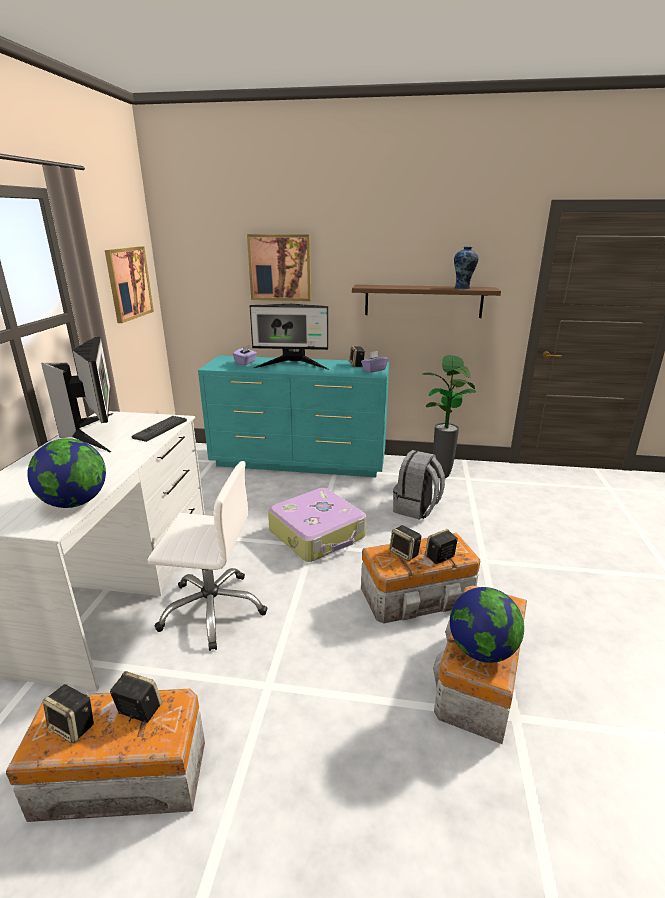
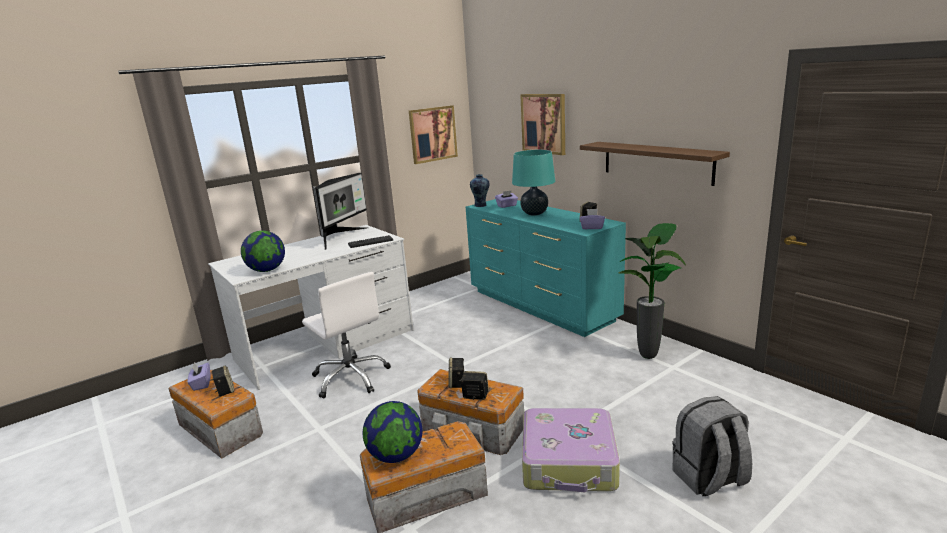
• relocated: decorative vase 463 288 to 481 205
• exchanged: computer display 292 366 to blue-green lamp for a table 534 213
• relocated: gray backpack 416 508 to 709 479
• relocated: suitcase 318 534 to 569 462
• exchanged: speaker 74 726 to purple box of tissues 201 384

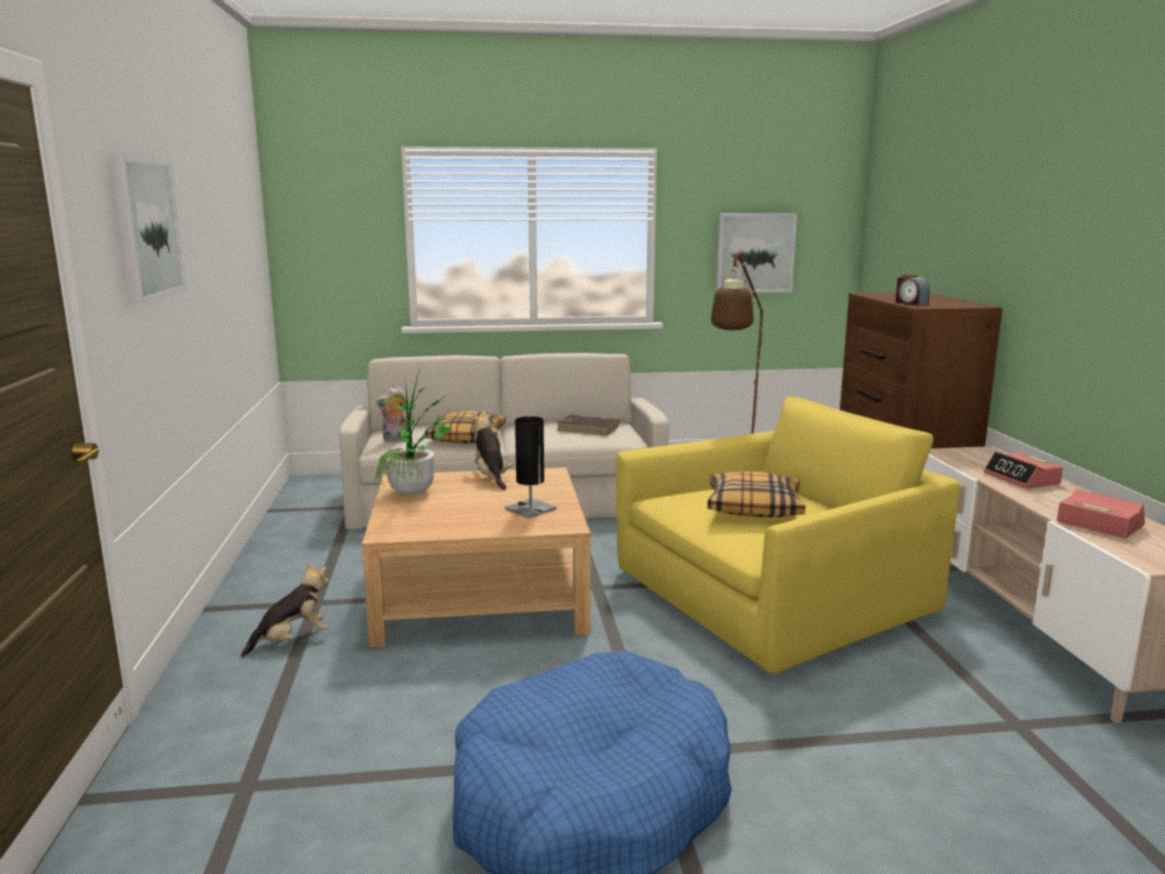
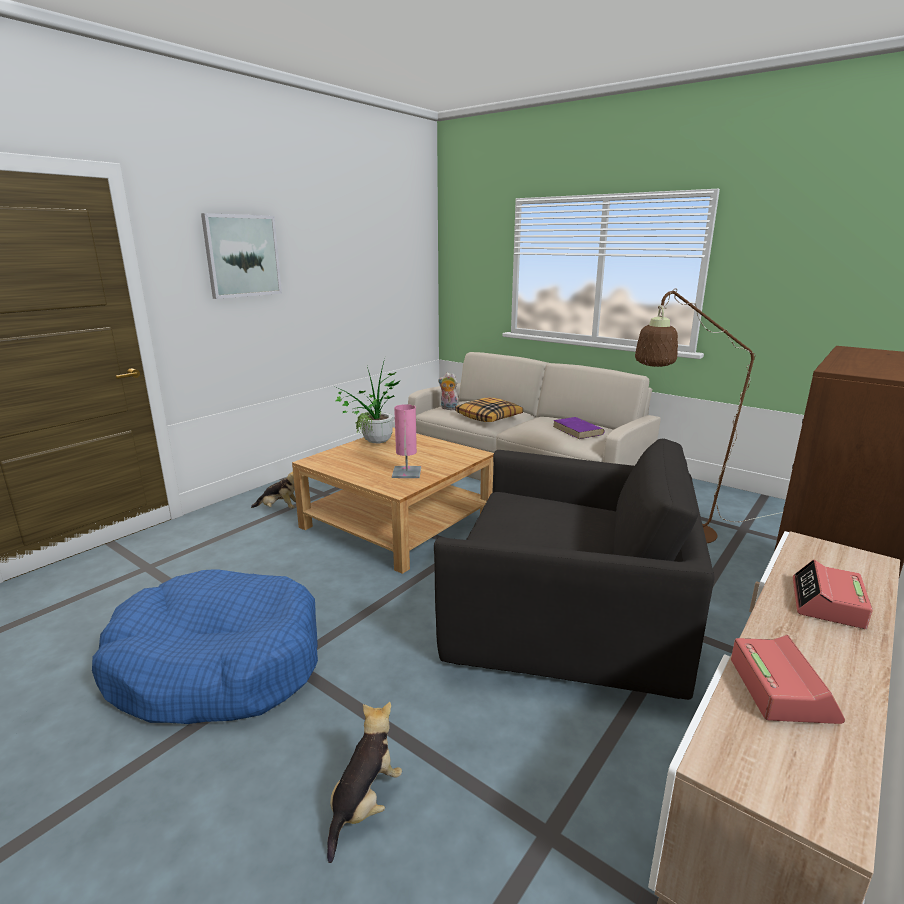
• missing: wall picture 755 252
• missing: table clock 910 303
• colour: yellowish lounge chair 774 595 to black lounge chair 568 610
• relocated: cuddly toy 491 477 to 364 803
• colour: brownish bound book 588 428 to purple bound book 578 430
• colour: black lamp for a table 530 509 to pink lamp for a table 406 472
• missing: pillow 754 507

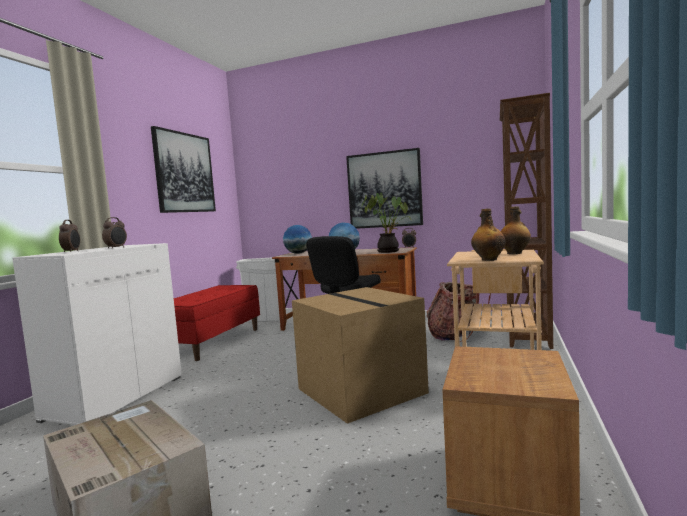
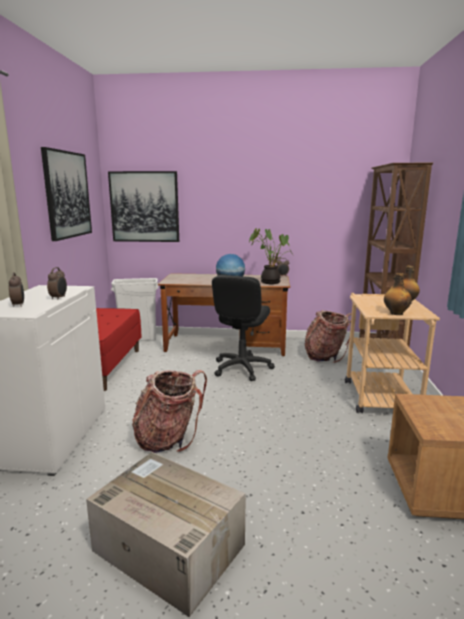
• relocated: wall picture 384 189 to 144 207
• missing: globe 298 253
• missing: carton 363 391
• appeared: backpack 169 438

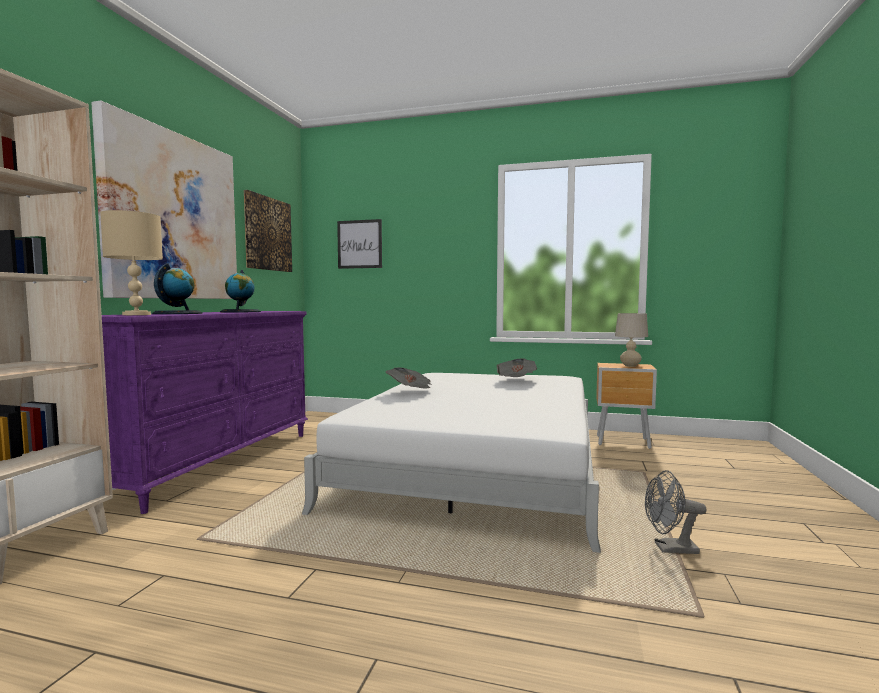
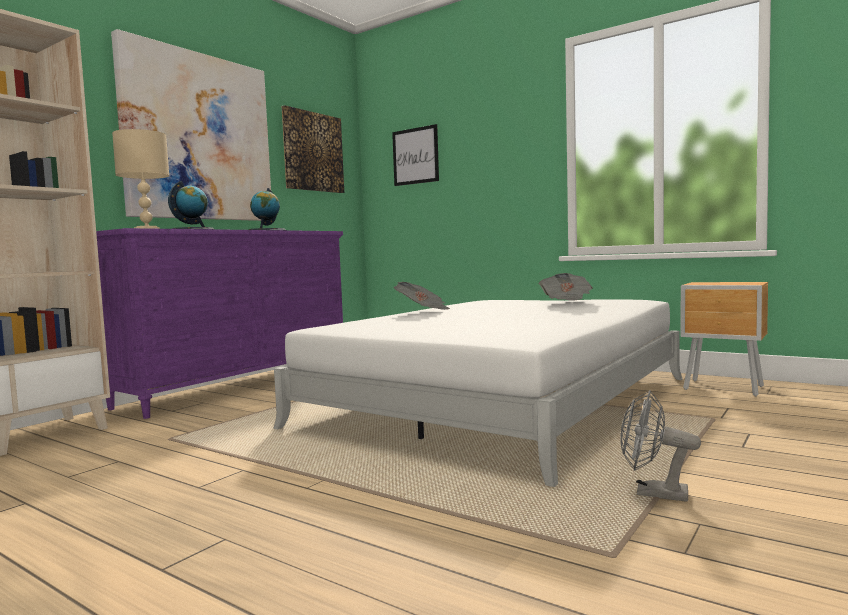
• missing: beige lamp for a table 630 366

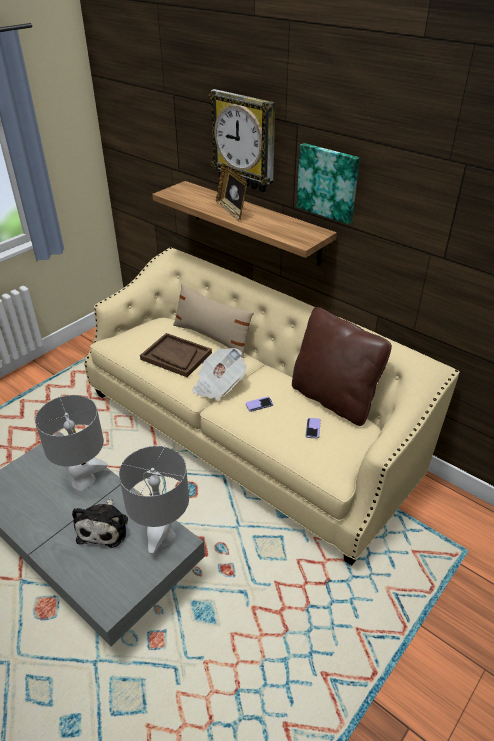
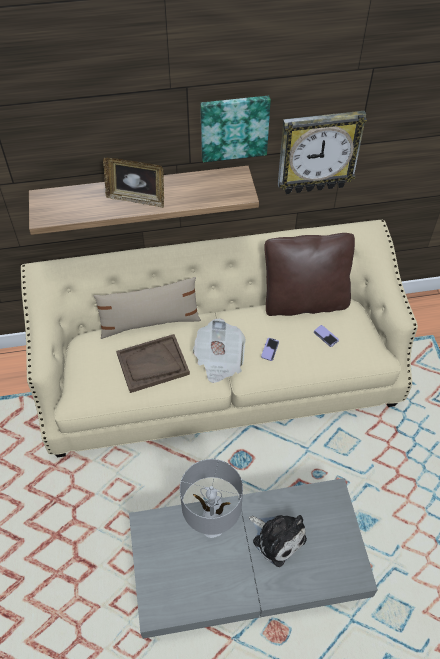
• relocated: hanging clock 244 141 to 318 152
• missing: gray lamp for a table 162 537

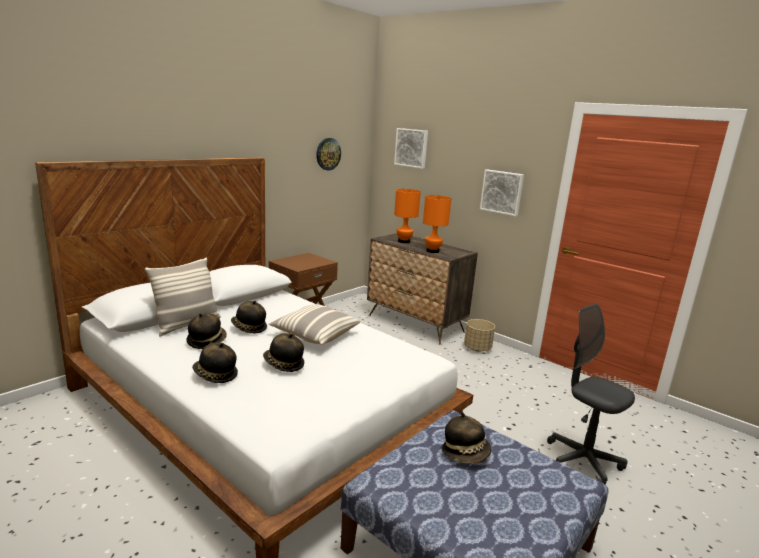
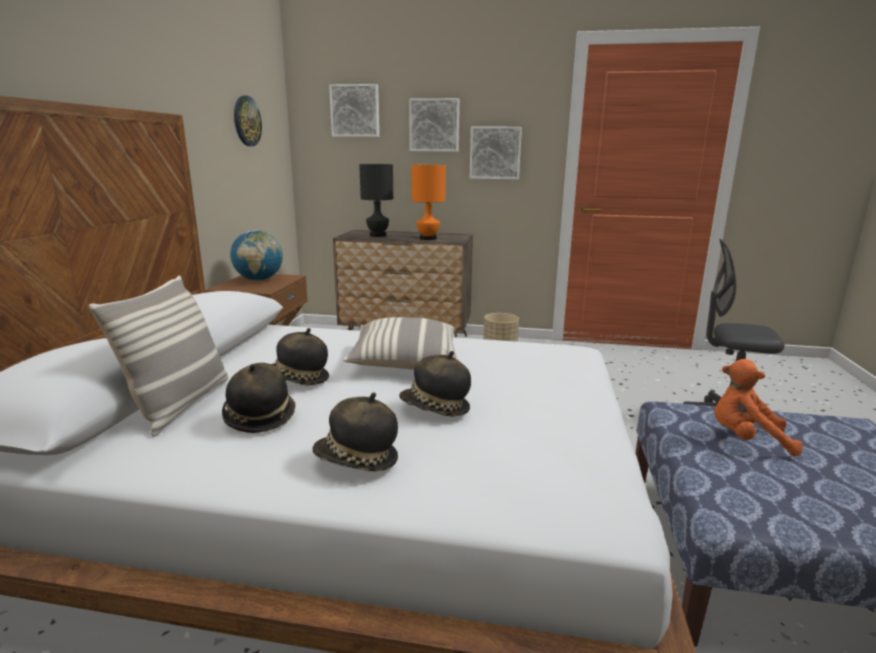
• colour: orangey lamp for a table 404 241 to black lamp for a table 378 235
• exchanged: wearable hat 465 453 to orangey cuddly toy 746 439
• appeared: wall picture 434 125
• appeared: globe 259 280

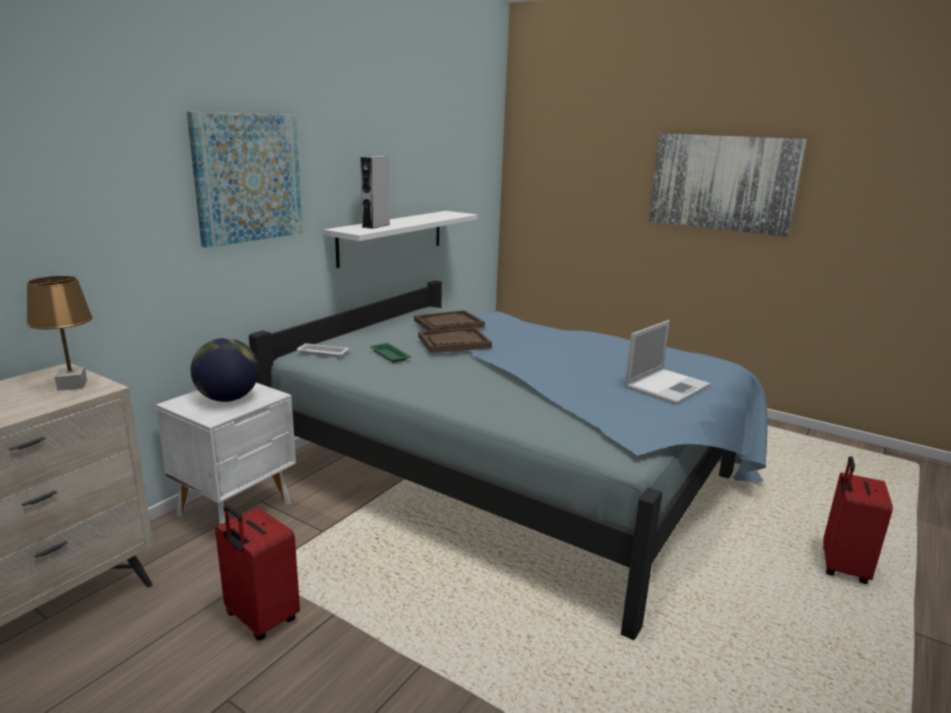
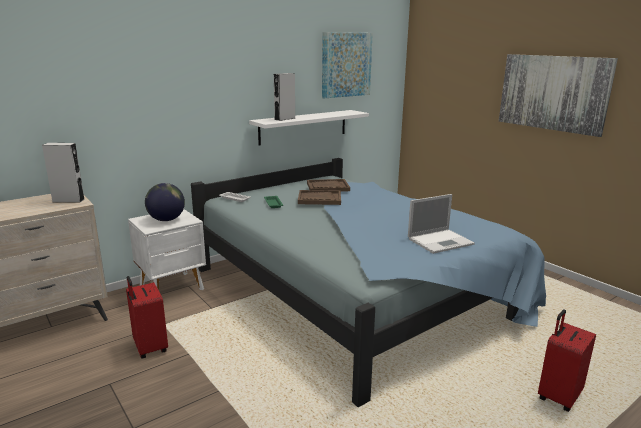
• relocated: wall picture 248 178 to 346 65
• exchanged: brownish lamp for a table 72 385 to gray speaker 68 200

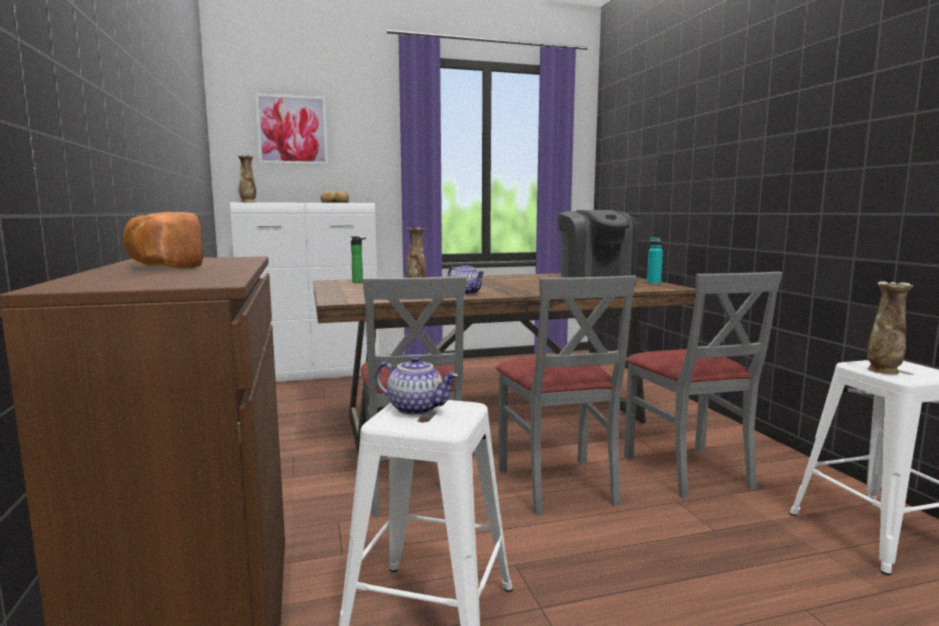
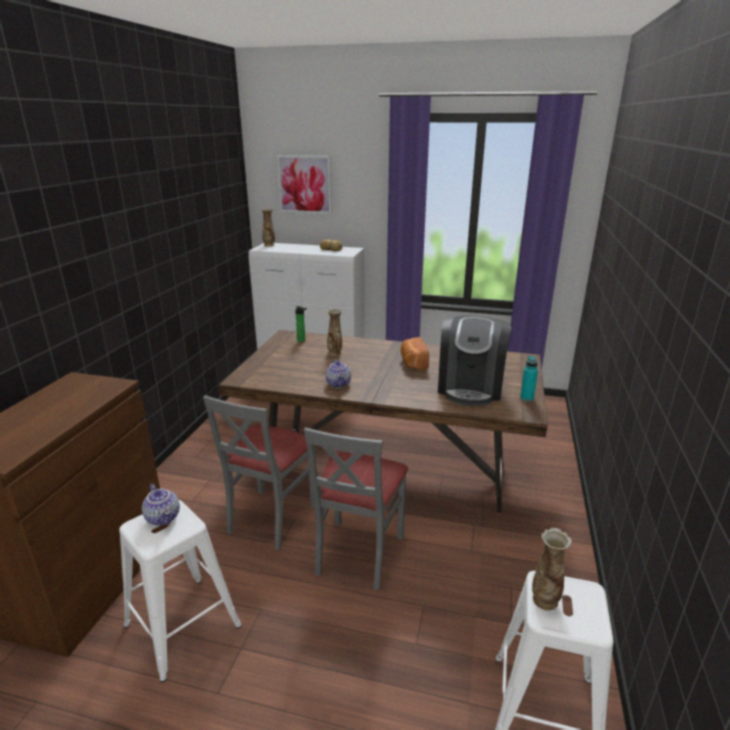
• relocated: baked bread 161 267 to 413 363
• missing: gray upright chair 688 471

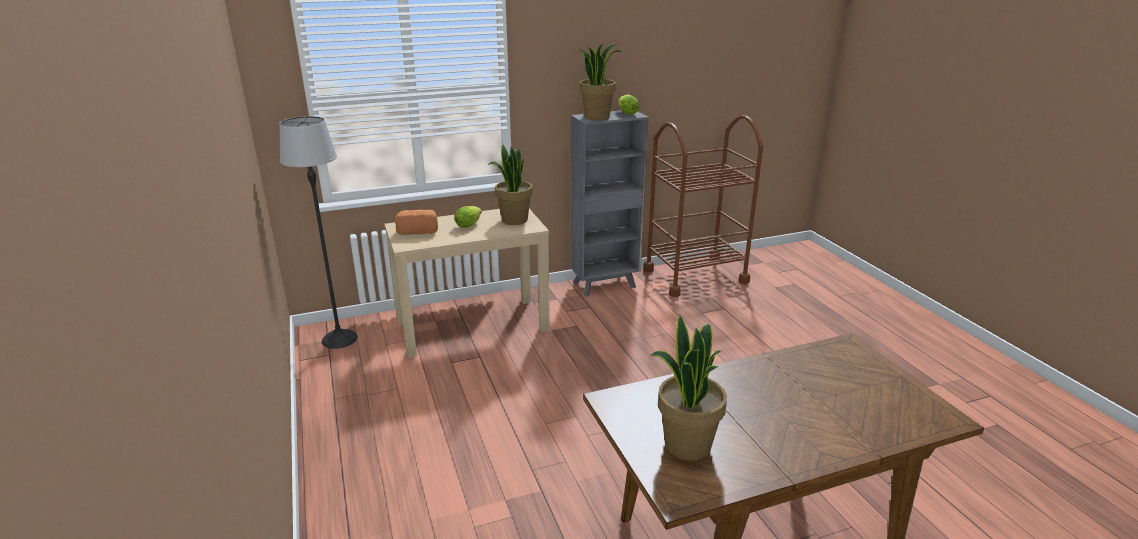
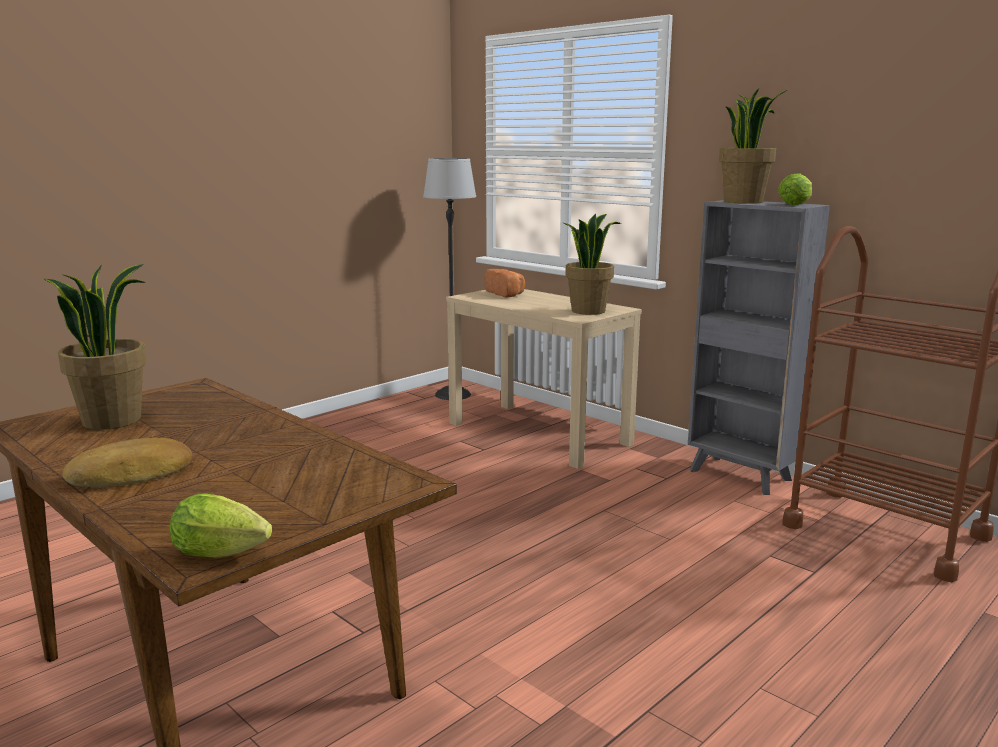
• relocated: lettuce head 469 224 to 225 554
• appeared: baked bread 132 474

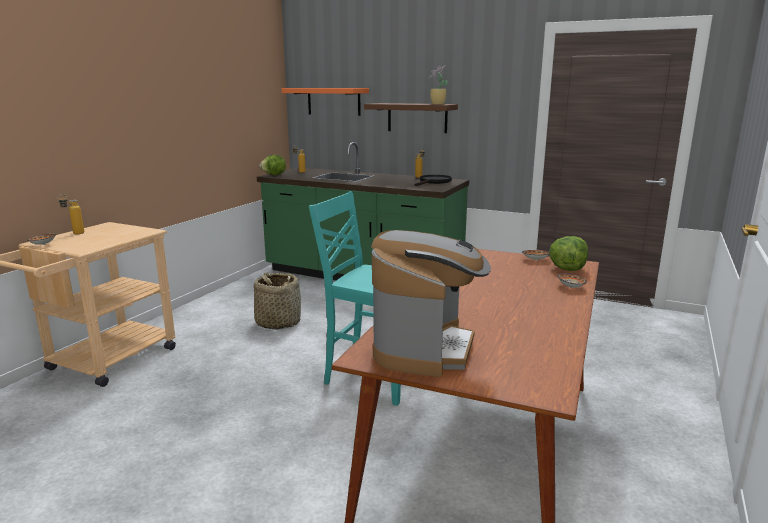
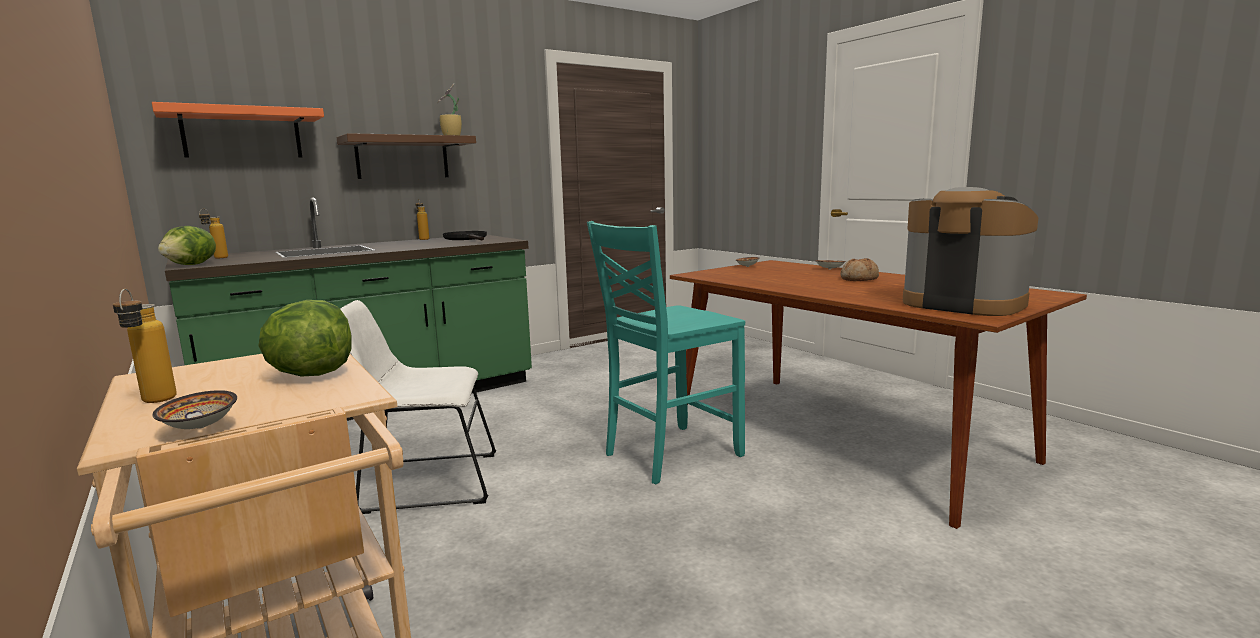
• relocated: lettuce head 567 269 to 311 374
• exchanged: storage basket 278 322 to whitish upright chair 424 482
• appeared: baked bread 859 279

